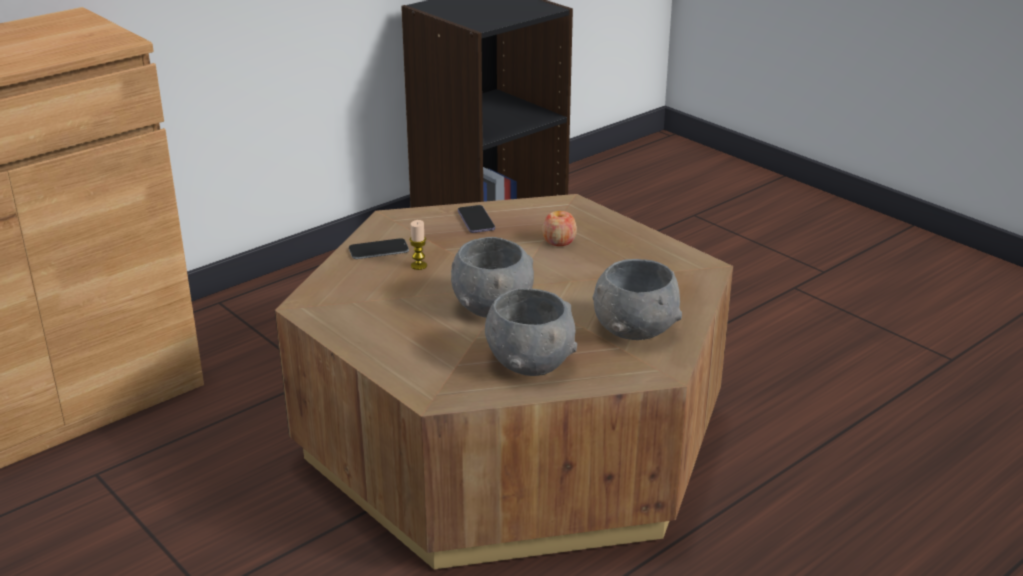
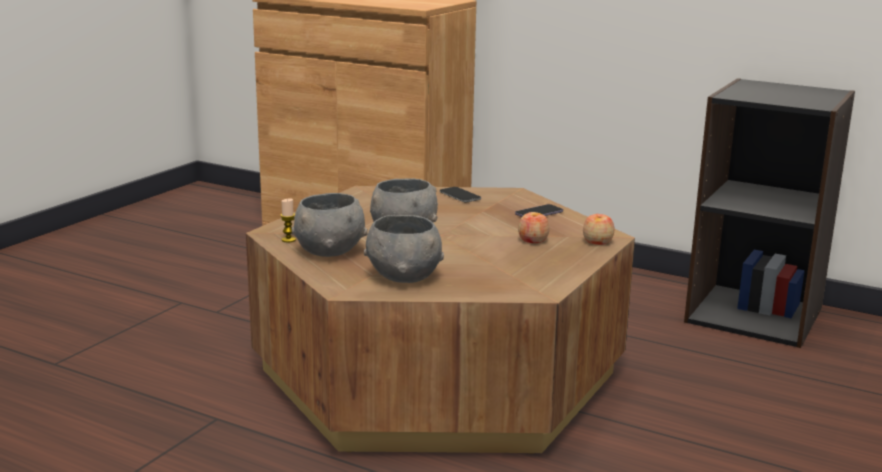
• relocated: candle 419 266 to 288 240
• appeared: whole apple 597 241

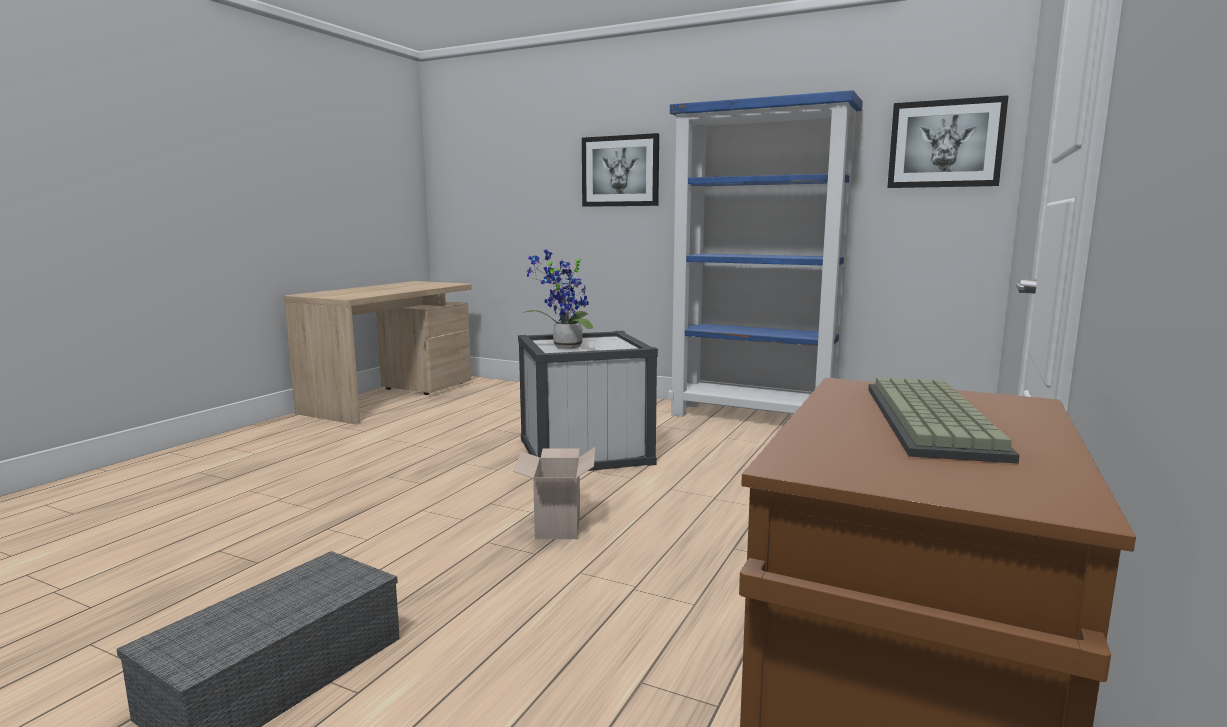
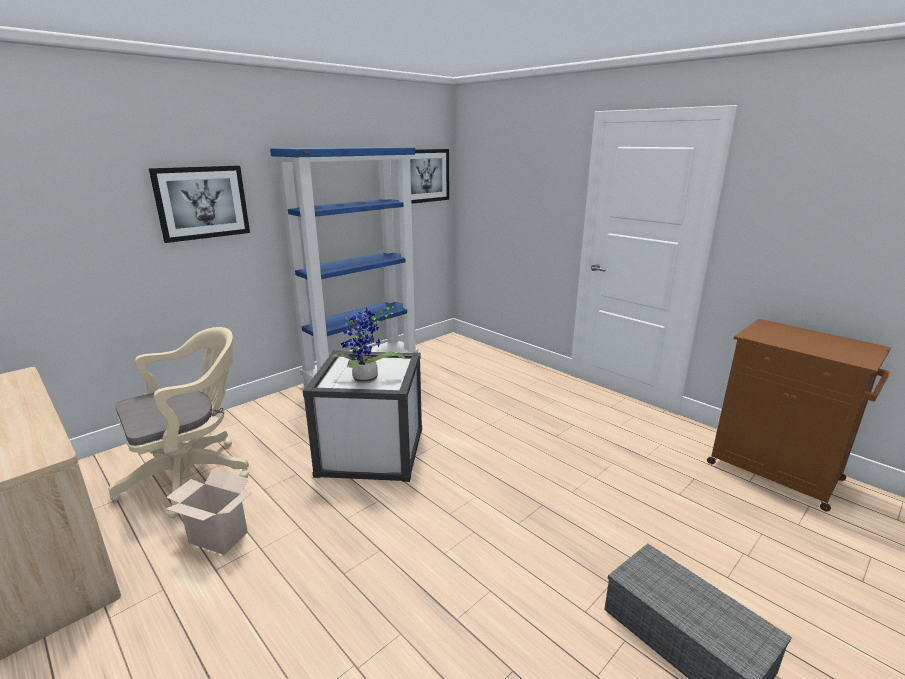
• missing: computer keyboard 935 421
• relocated: carton 556 525 to 216 538
• appeared: beige computer chair 193 474

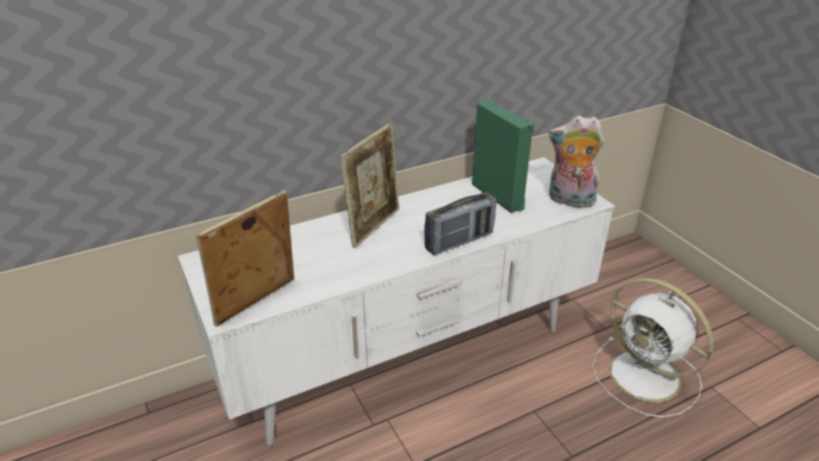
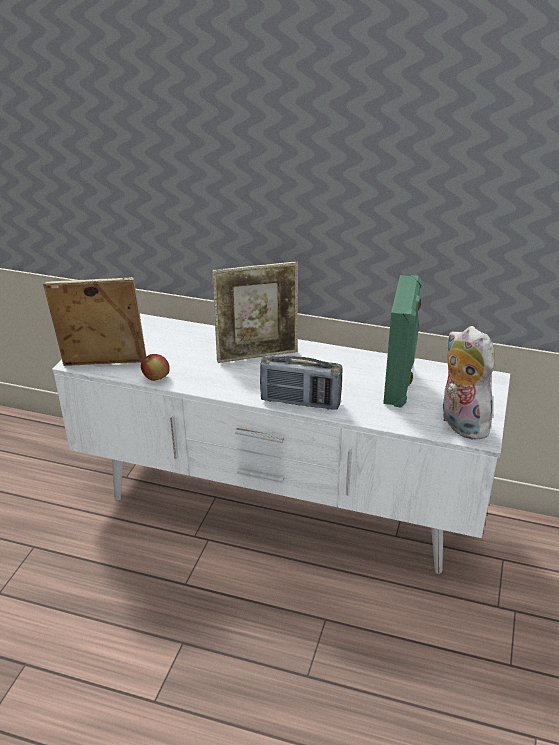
• missing: whitish fan 647 377
• appeared: whole apple 156 378

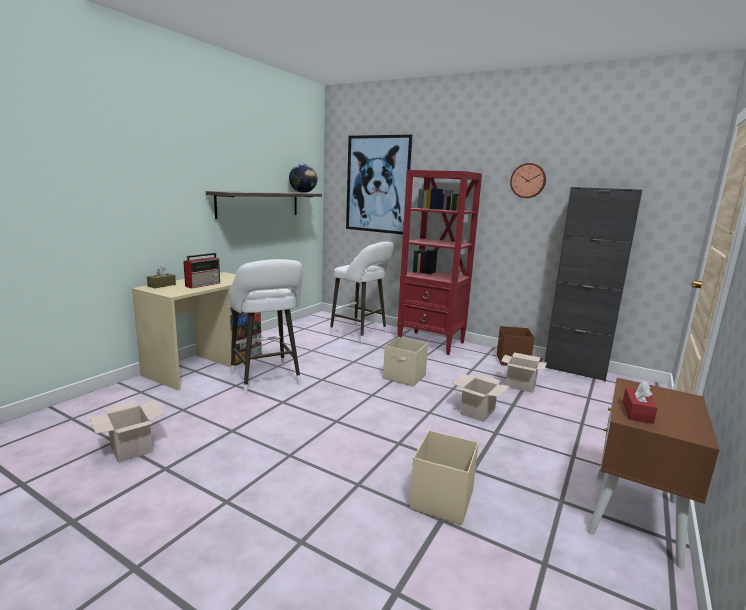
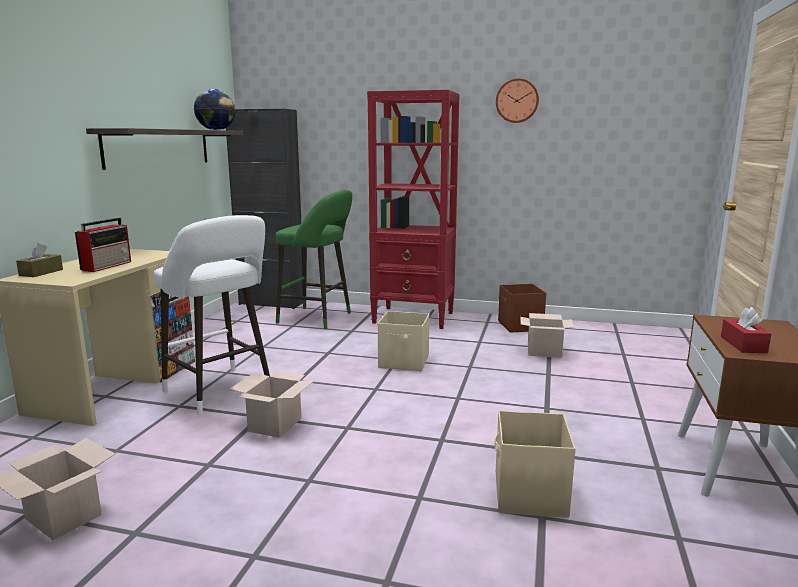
• missing: wall picture 377 184
• relocated: black cupboard 575 370 to 272 303
• colour: whitish sitting stool 361 334 to greenish sitting stool 318 318
• relocated: carton 477 411 to 275 424

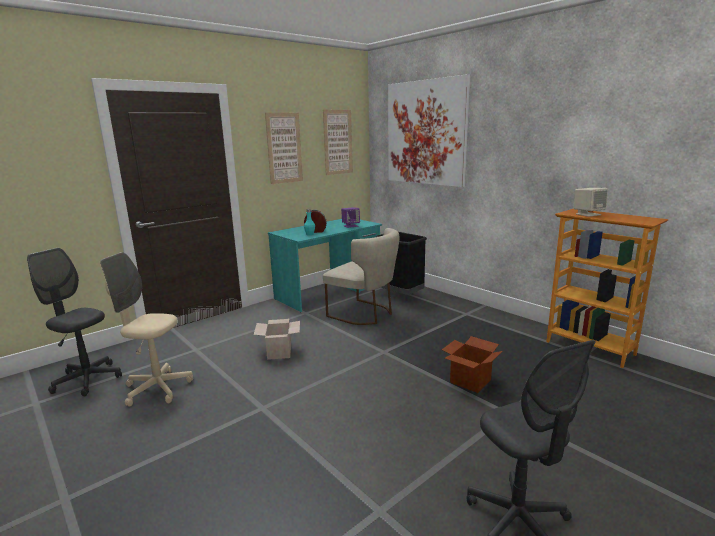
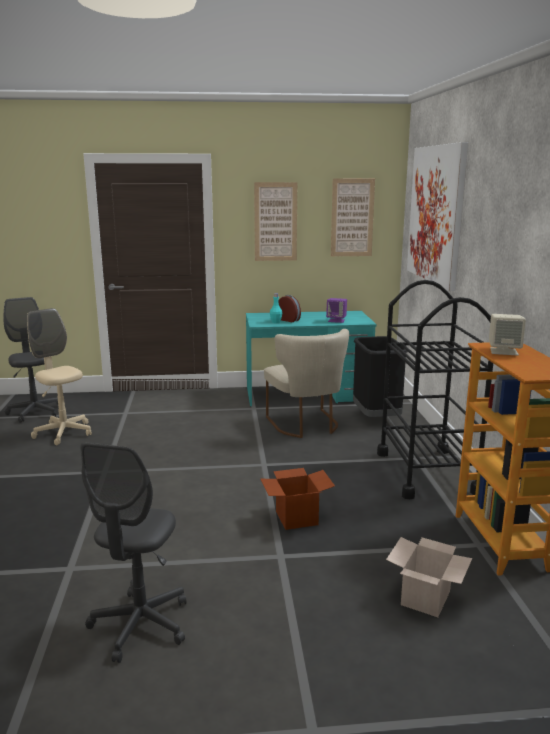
• relocated: carton 280 352 to 426 599
• appeared: black wheeled cart 426 472

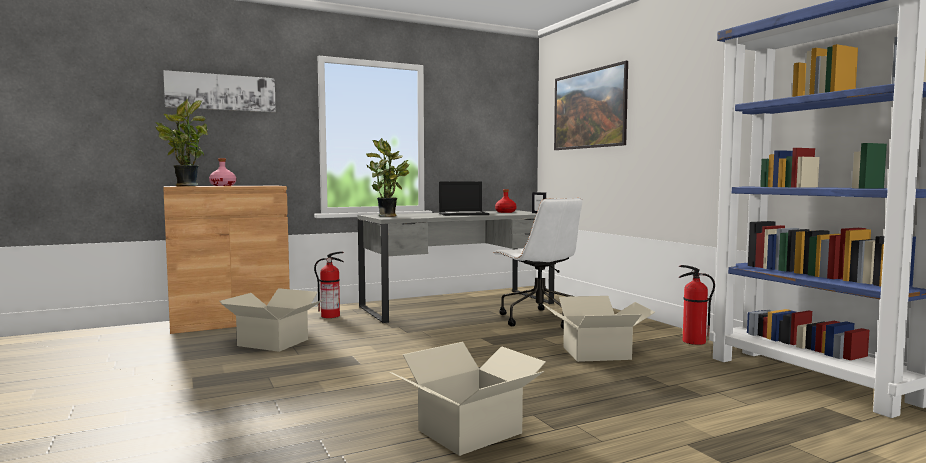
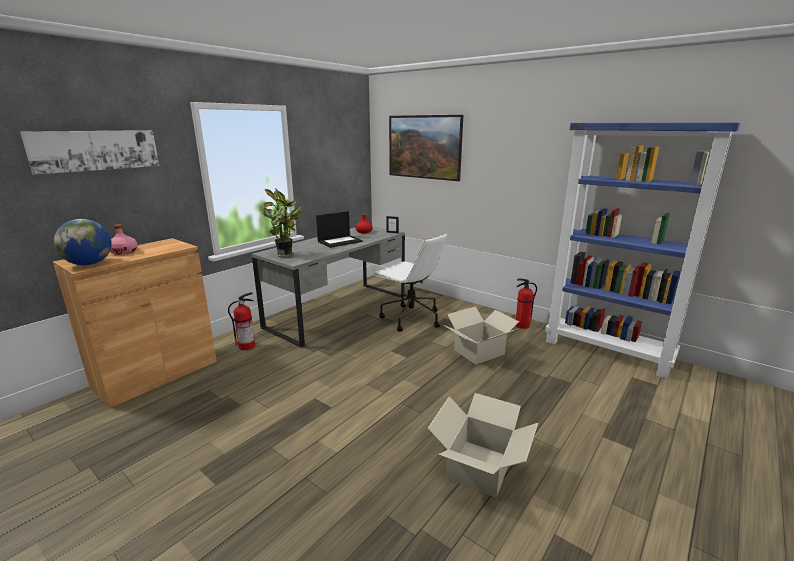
• exchanged: houseplant 184 186 to globe 89 264
• missing: carton 272 343

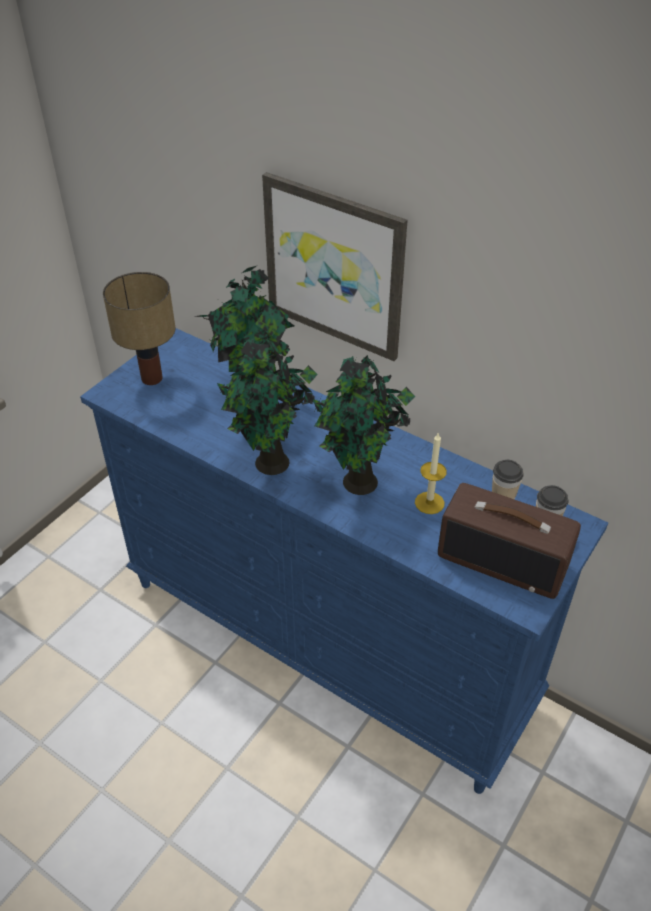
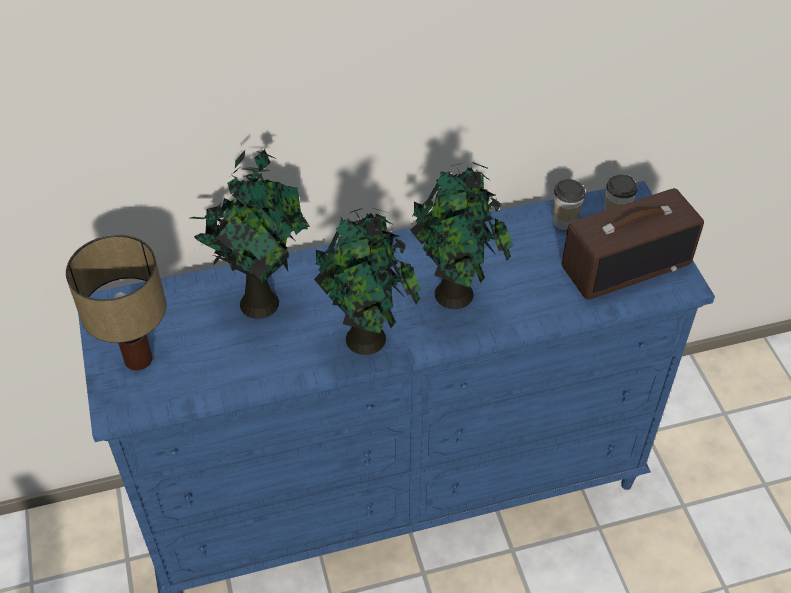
• missing: wall picture 334 266
• missing: candle 429 503

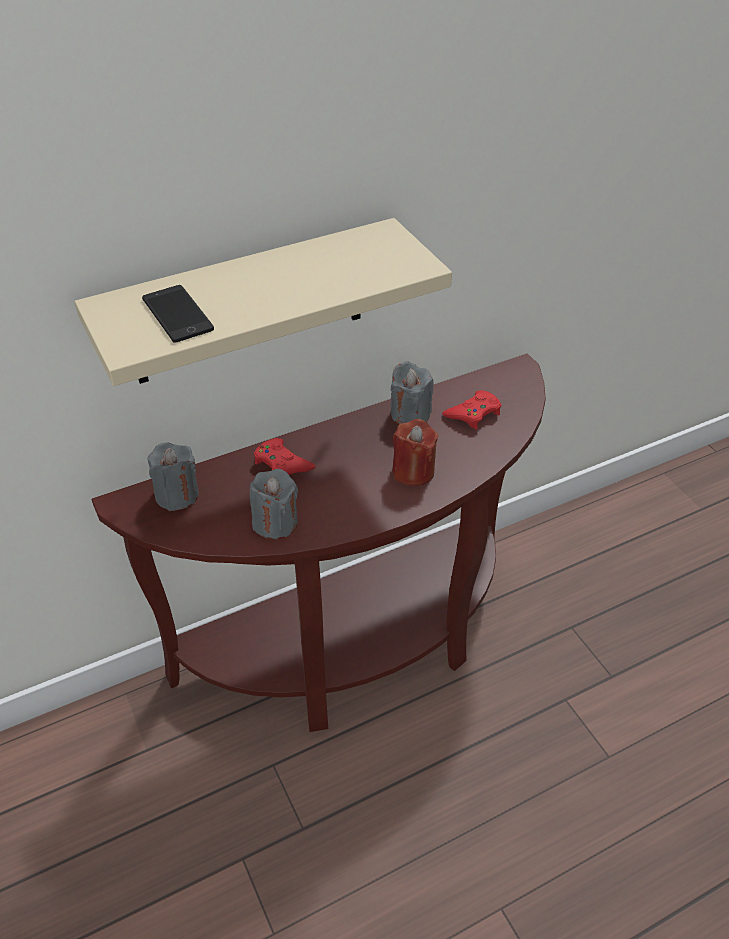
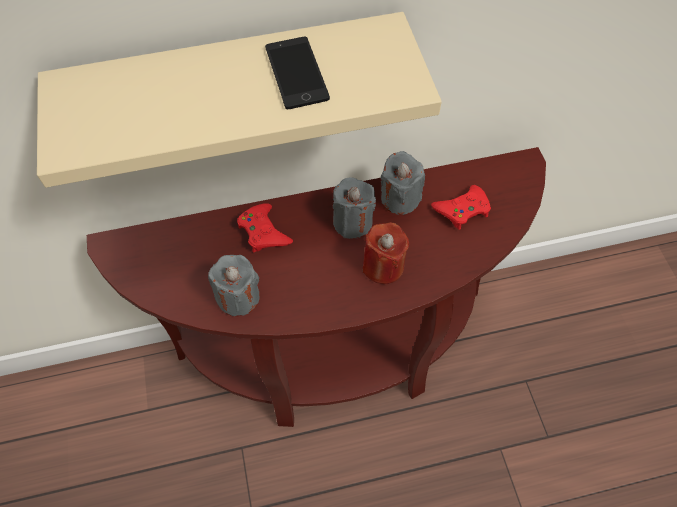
• relocated: phone 177 314 to 296 73
• relocated: gray candle 177 495 to 353 222

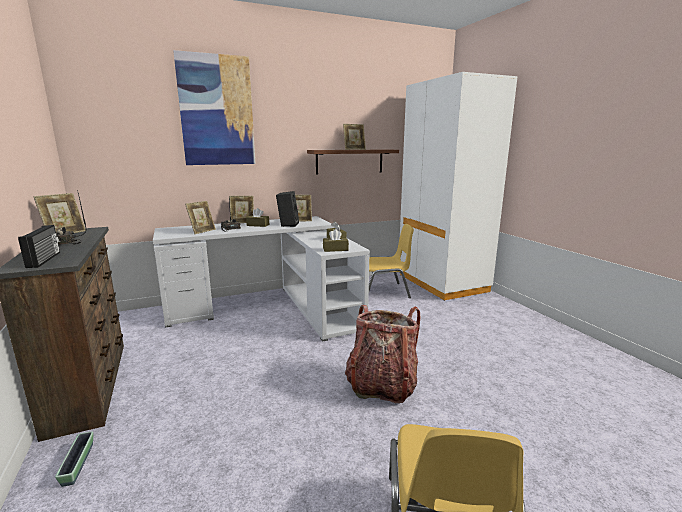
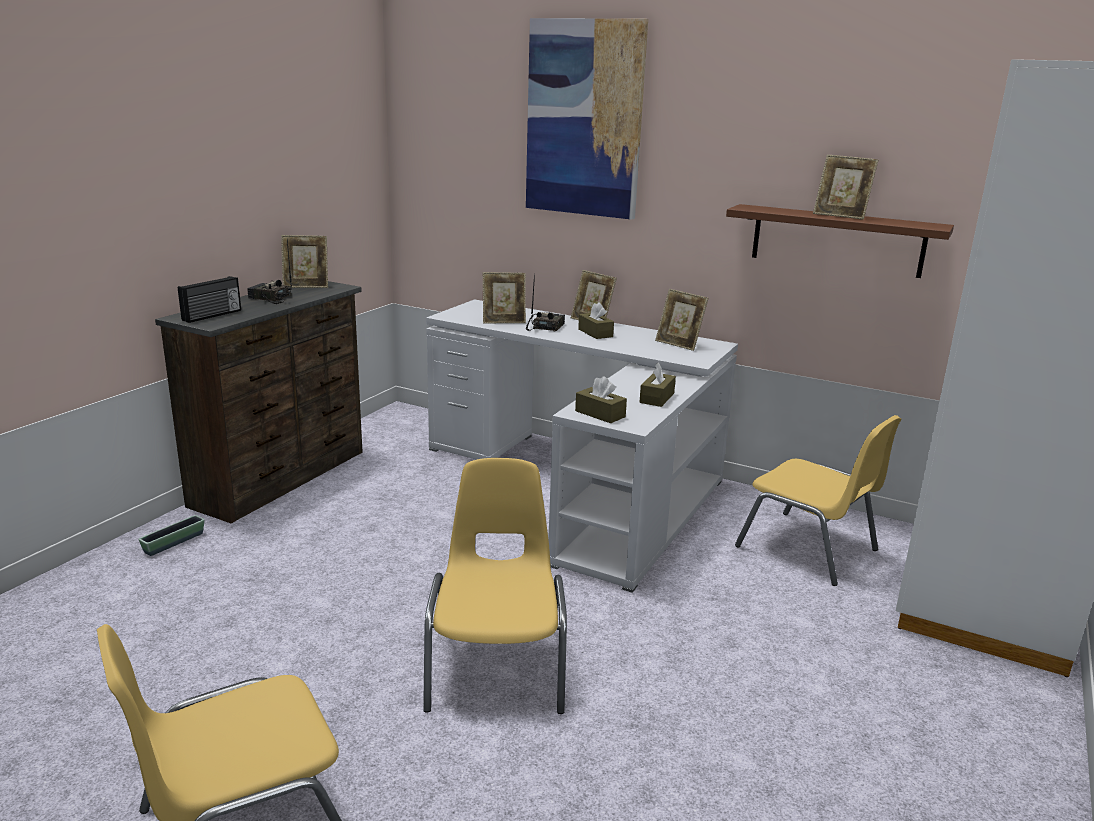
• missing: black speaker 288 224
• exchanged: backpack 382 385 to yellowish upright chair 497 666

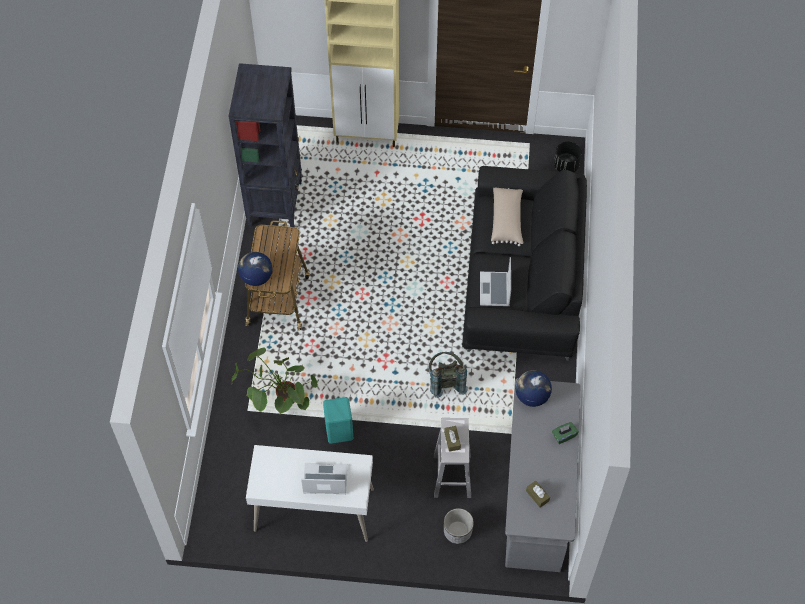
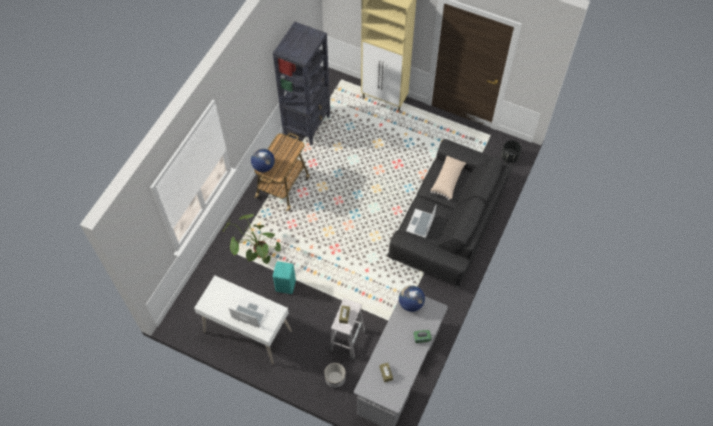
• missing: gray backpack 445 381

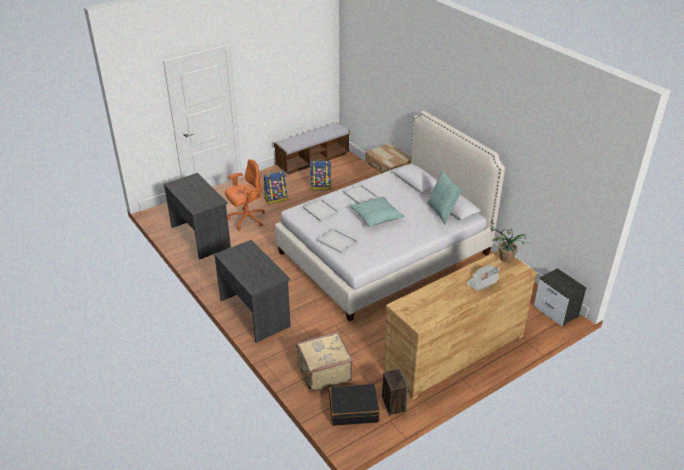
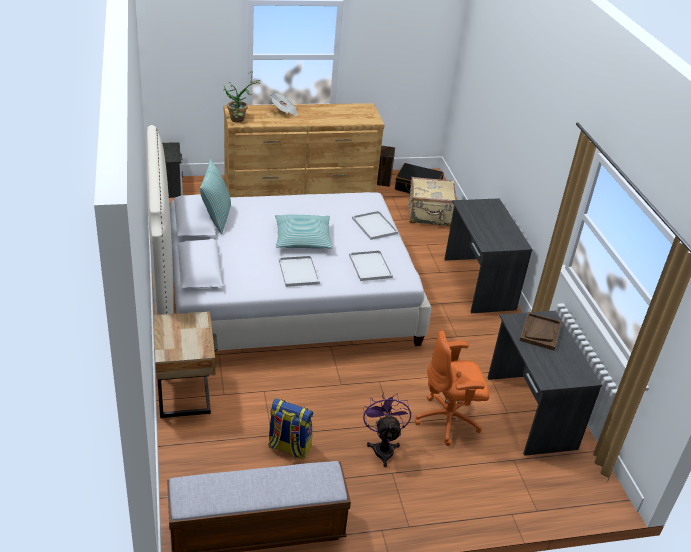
• exchanged: backpack 276 199 to purple fan 383 447
• appeared: brownish tray 540 332

